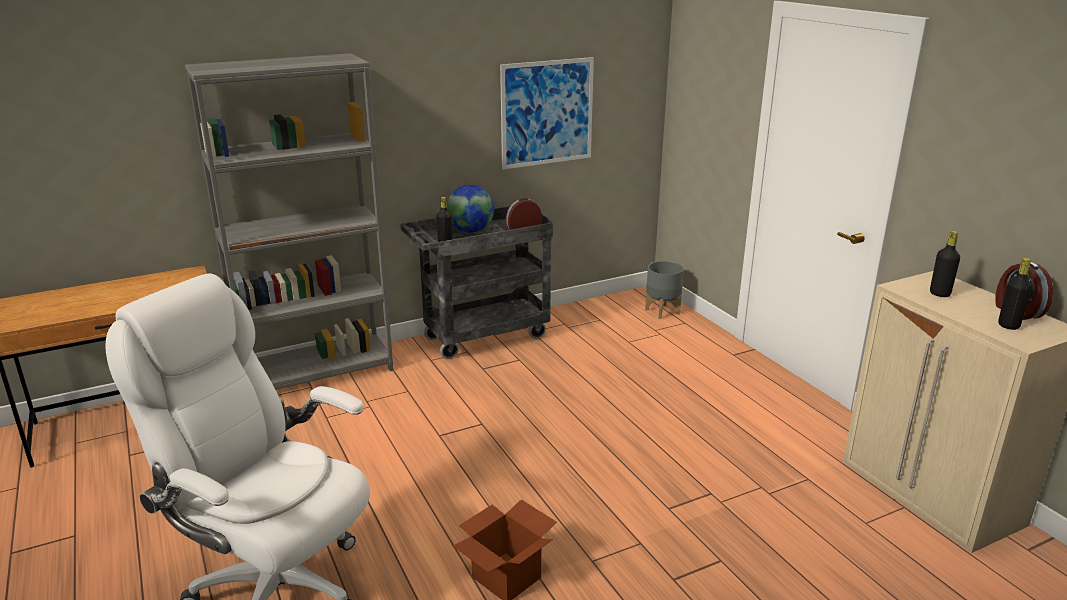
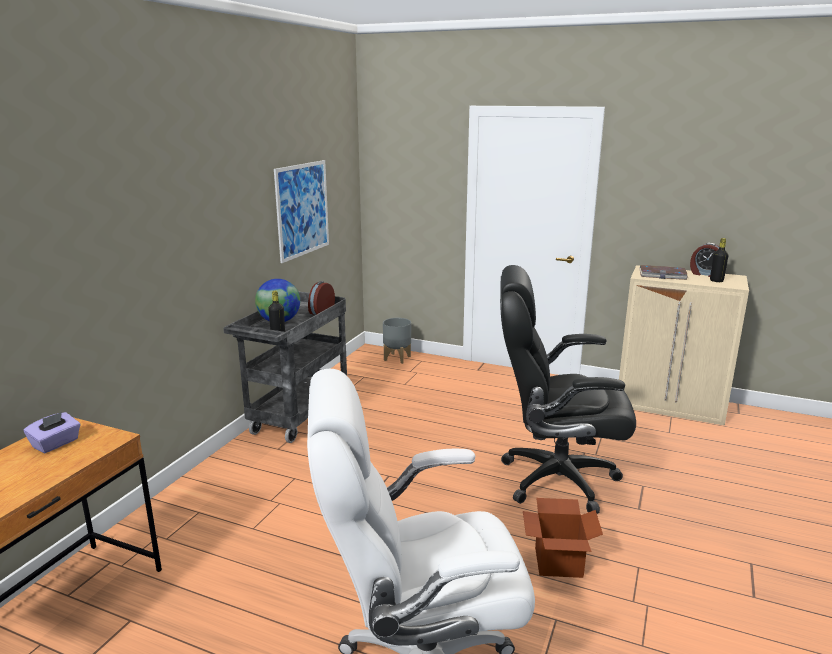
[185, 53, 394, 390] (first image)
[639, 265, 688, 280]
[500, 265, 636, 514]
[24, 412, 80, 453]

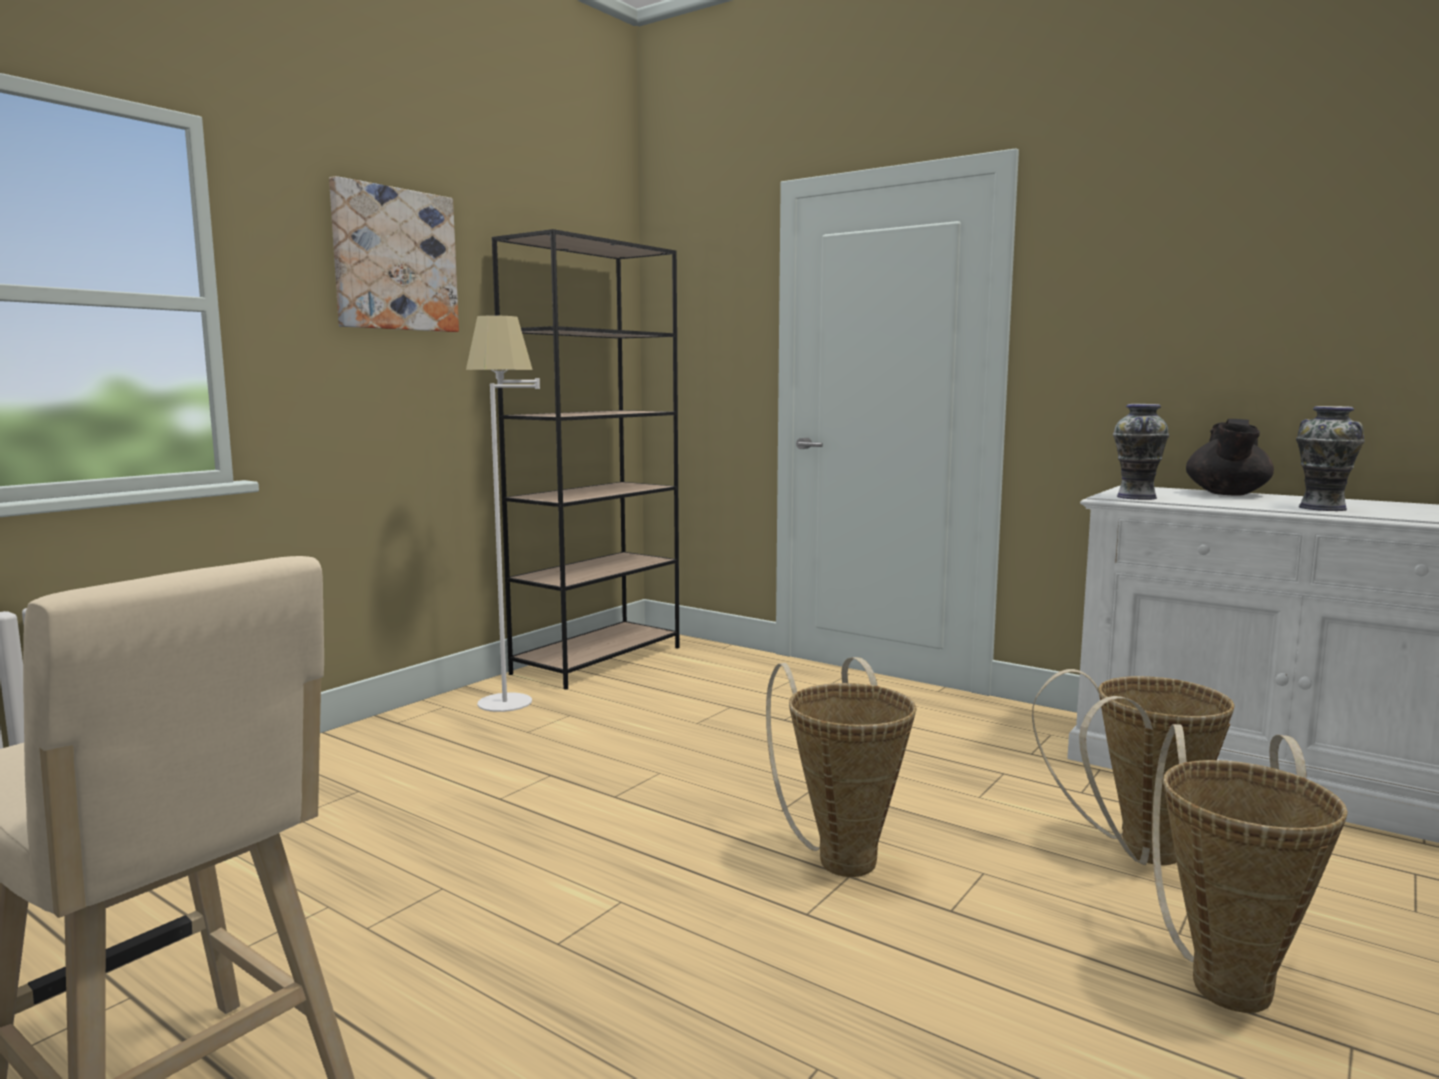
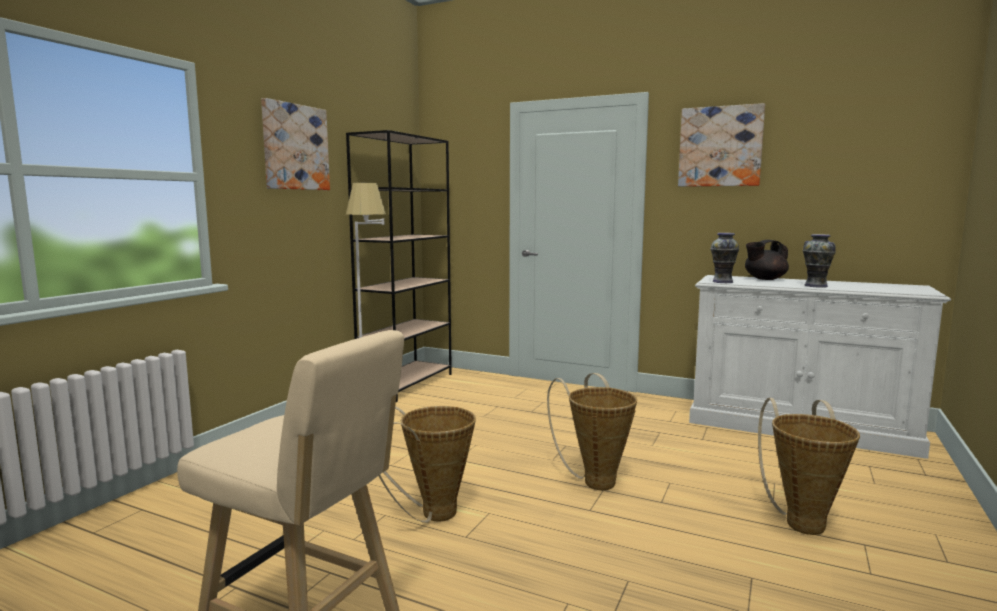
[745, 240, 789, 280]
[379, 406, 476, 523]
[678, 103, 765, 187]

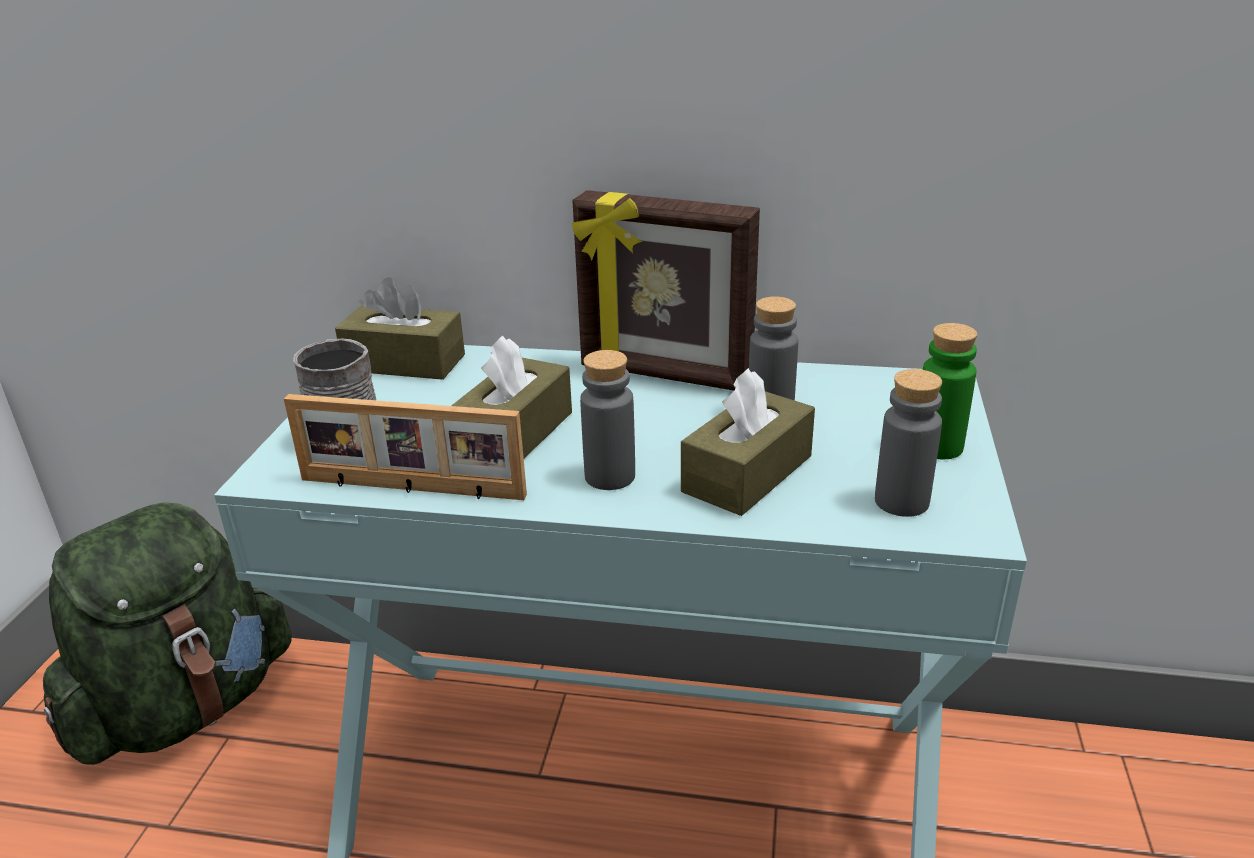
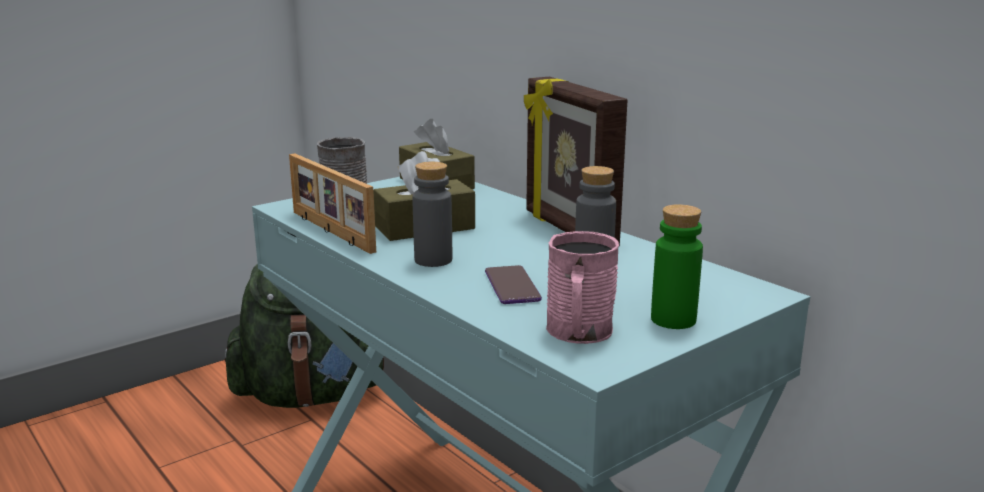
[485, 265, 542, 304]
[546, 231, 619, 344]

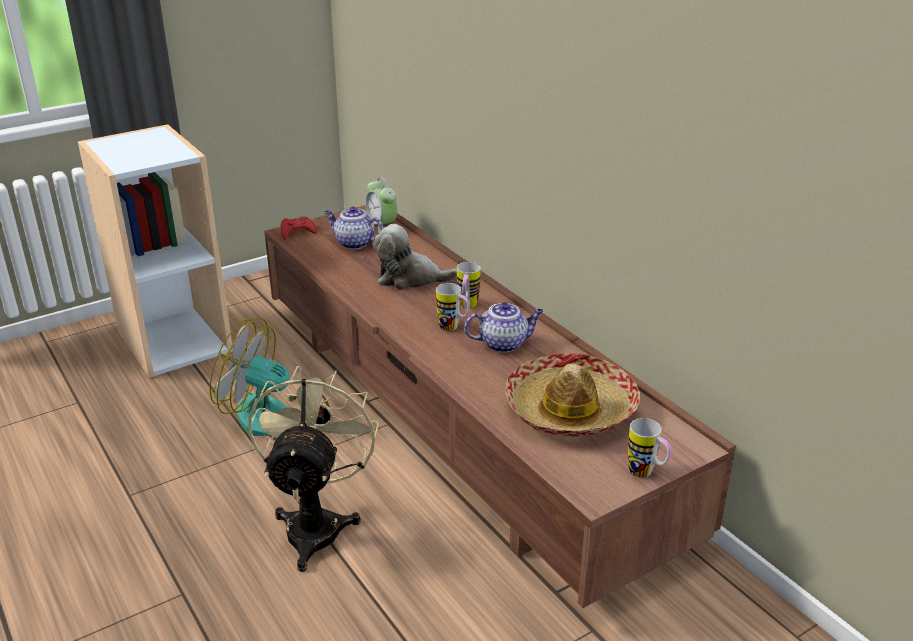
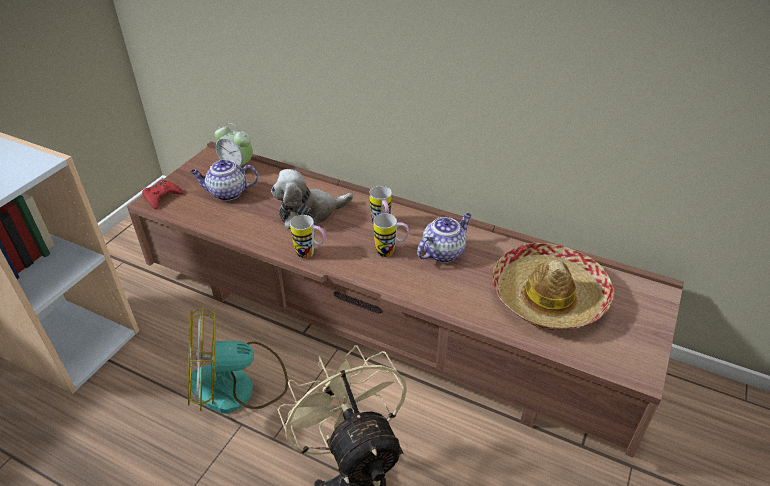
[290, 215, 325, 259]

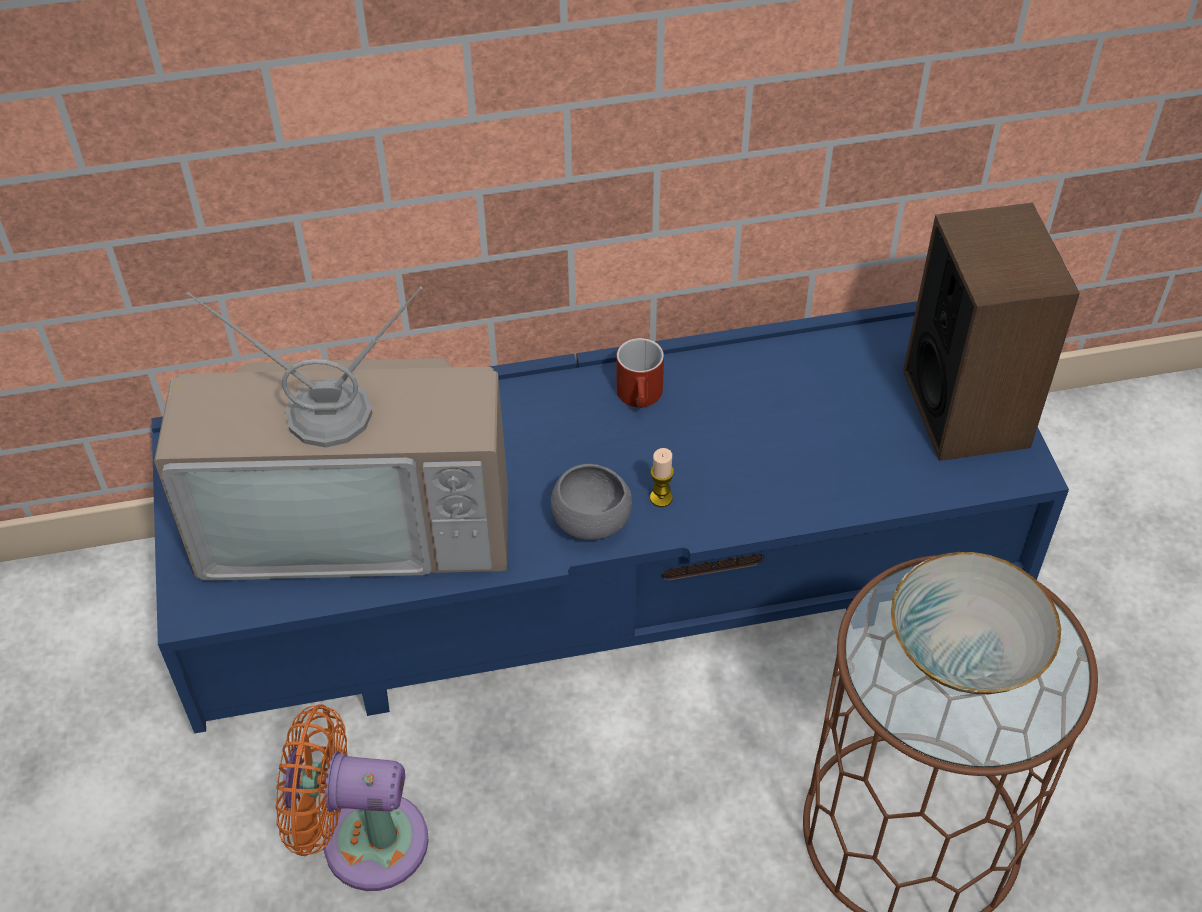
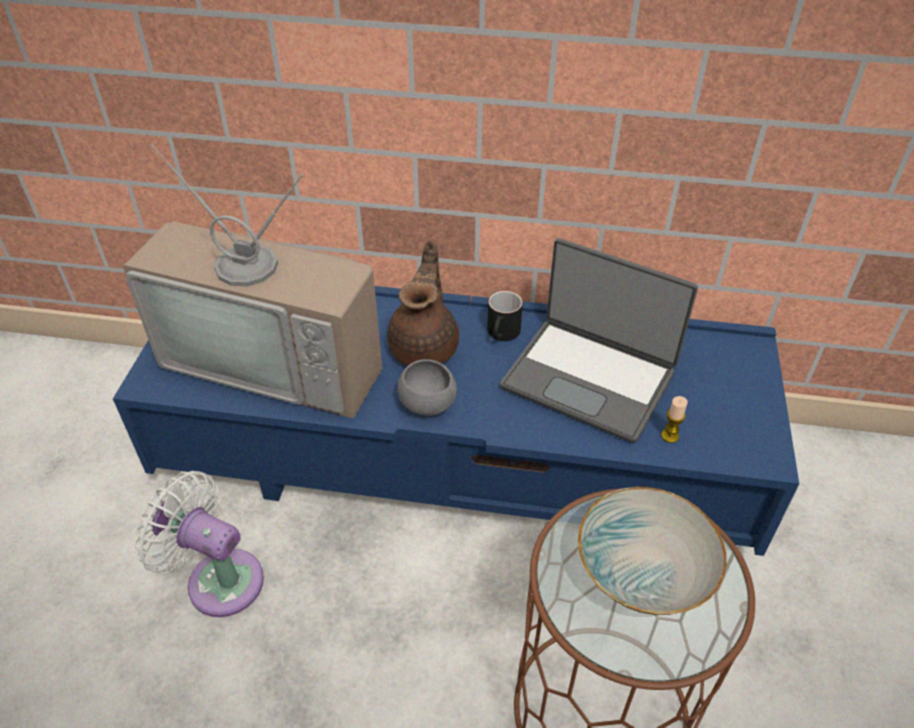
[903, 203, 1080, 461] (first image)
[487, 291, 523, 341]
[661, 396, 688, 443]
[135, 471, 264, 617]
[500, 238, 698, 443]
[387, 240, 459, 366]

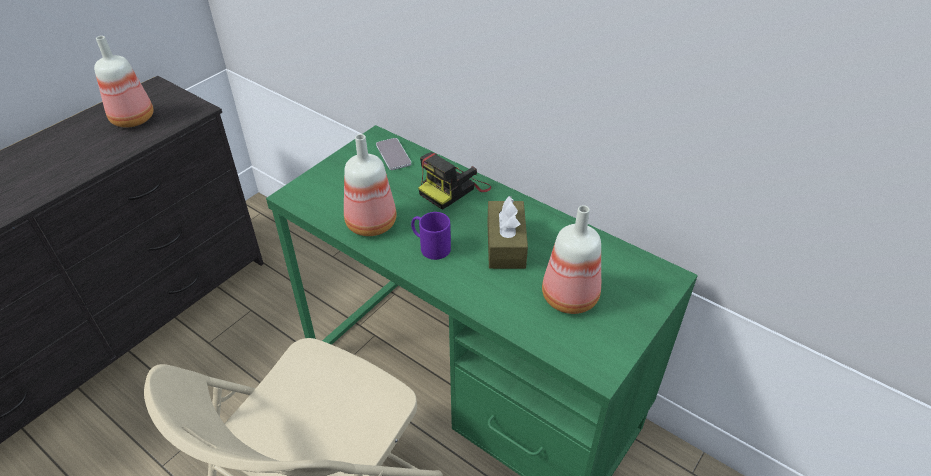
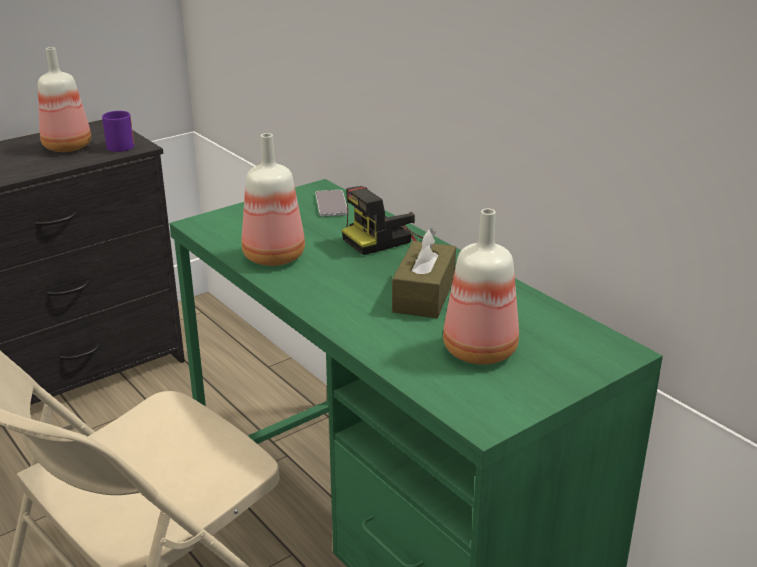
[102, 111, 134, 152]

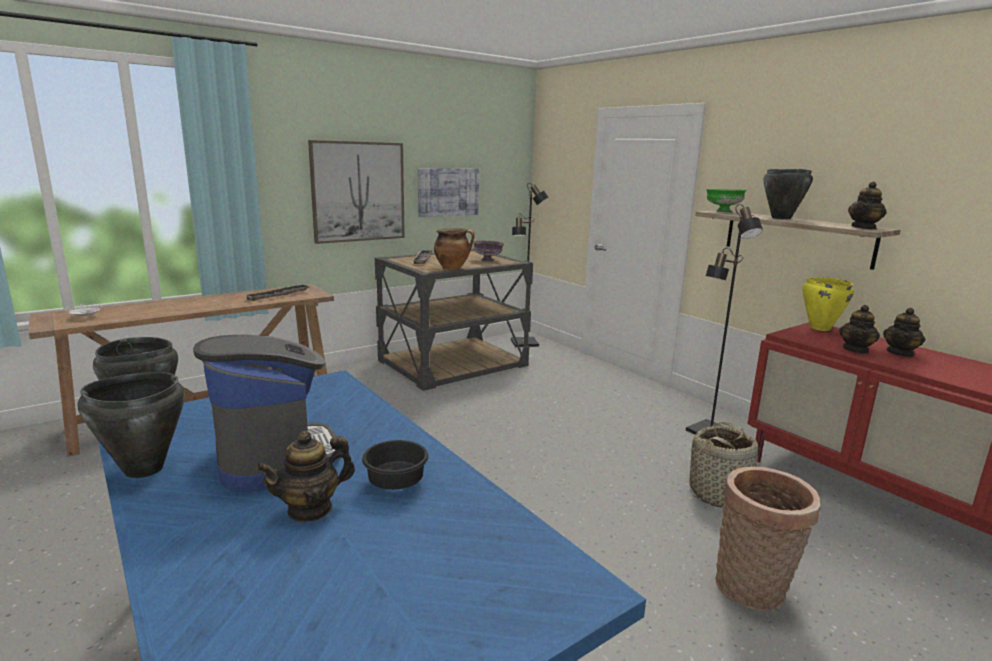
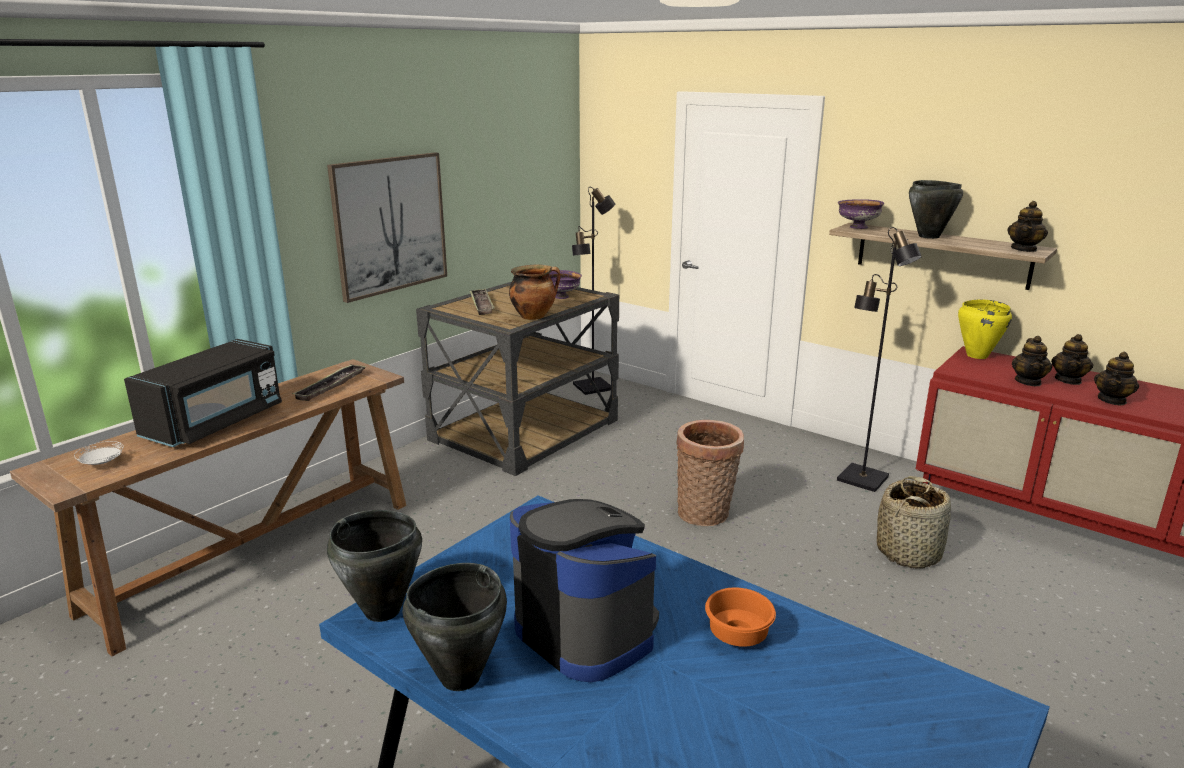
[418, 168, 479, 217] (first image)
[838, 199, 884, 229]
[1094, 352, 1139, 406]
[705, 588, 776, 647]
[677, 420, 744, 526]
[124, 339, 282, 447]

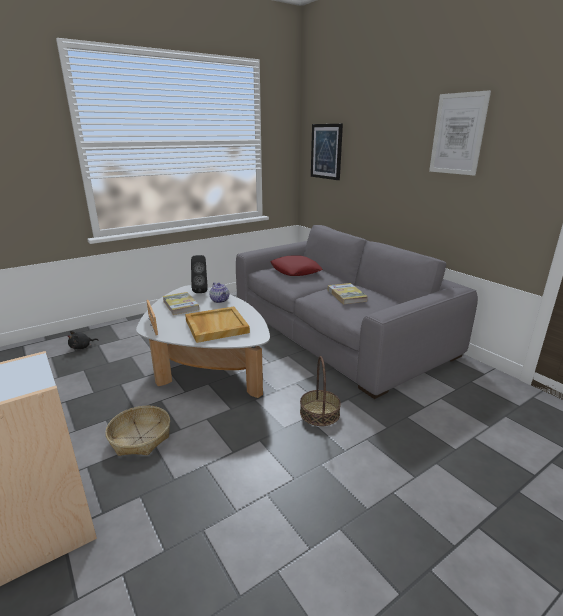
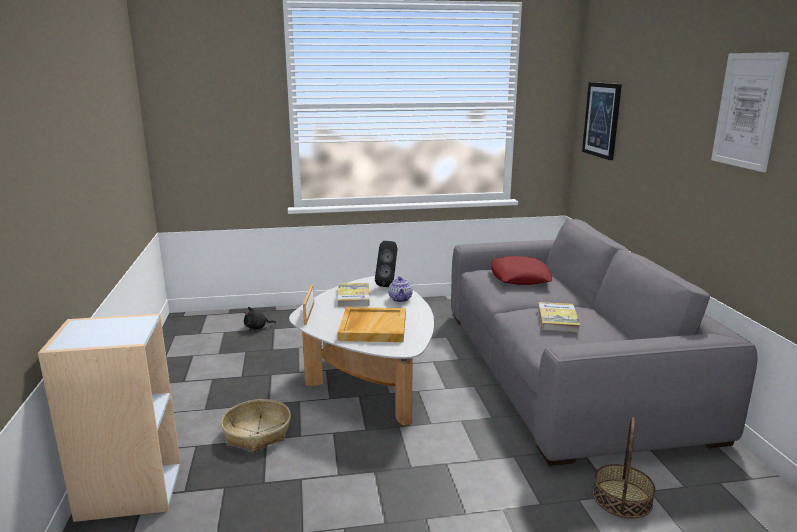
[593, 417, 656, 518]

